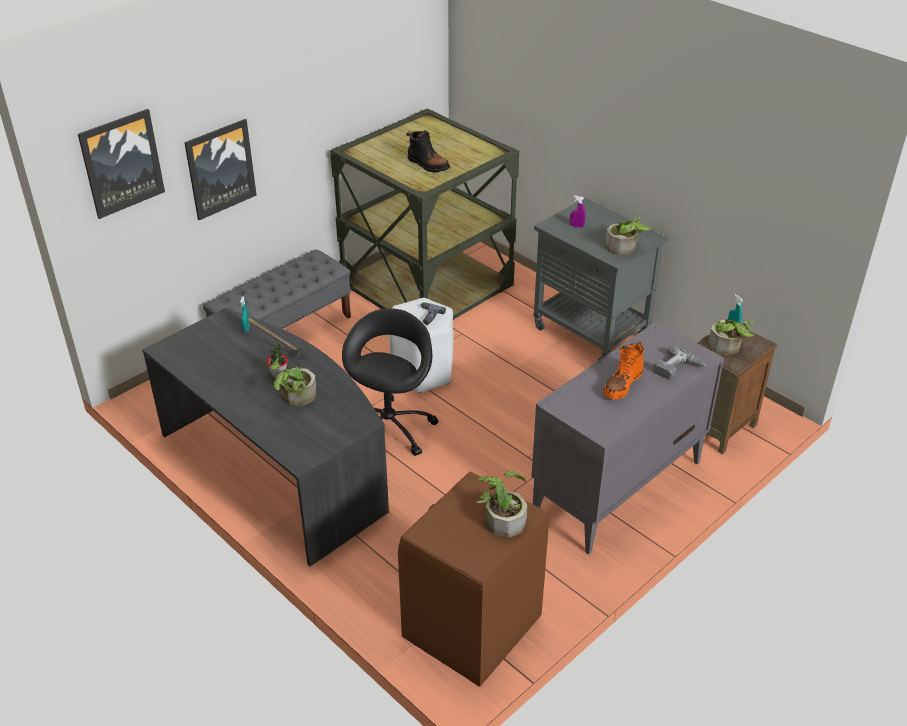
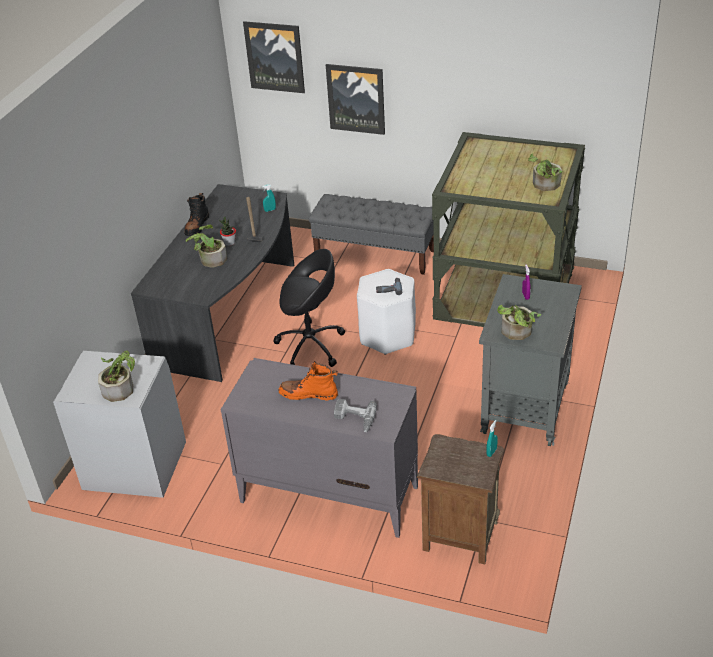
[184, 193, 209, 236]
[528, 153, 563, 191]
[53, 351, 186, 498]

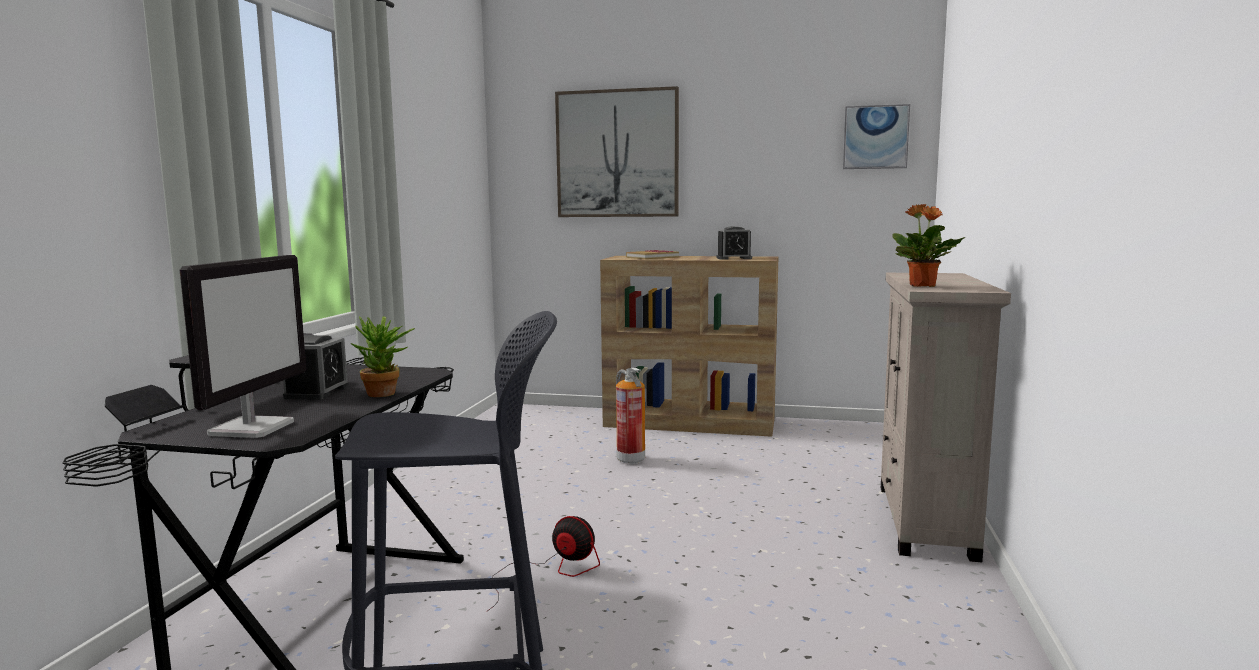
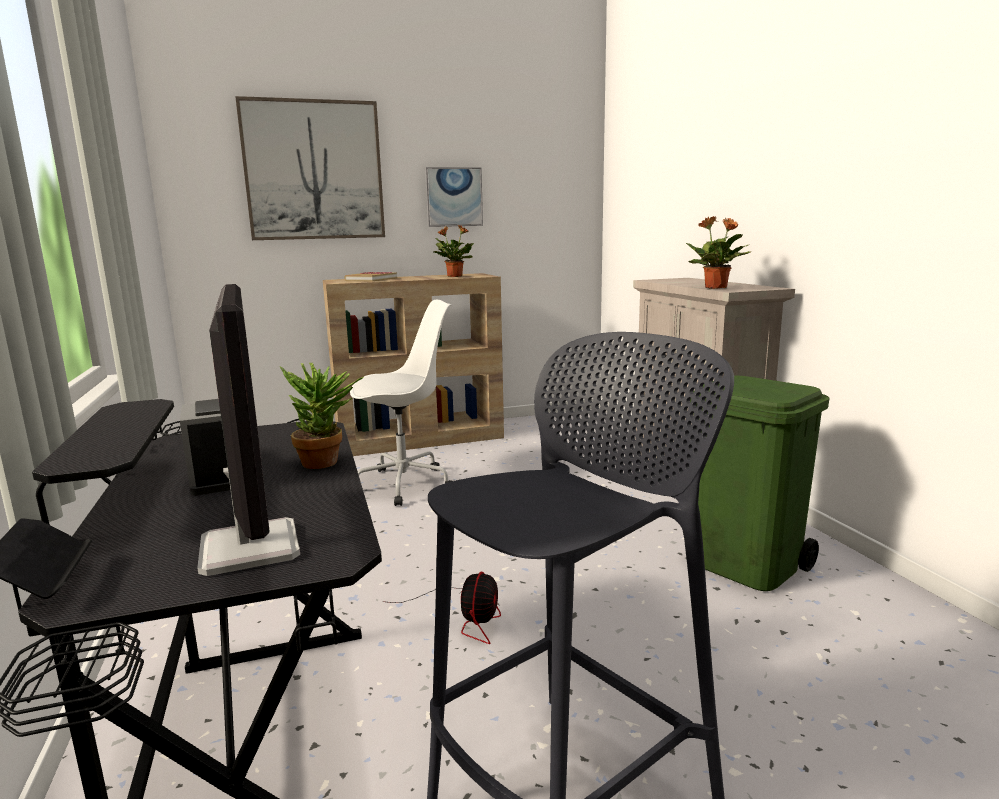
[425, 167, 483, 227]
[432, 225, 474, 277]
[350, 300, 452, 506]
[382, 572, 501, 644]
[690, 376, 829, 591]

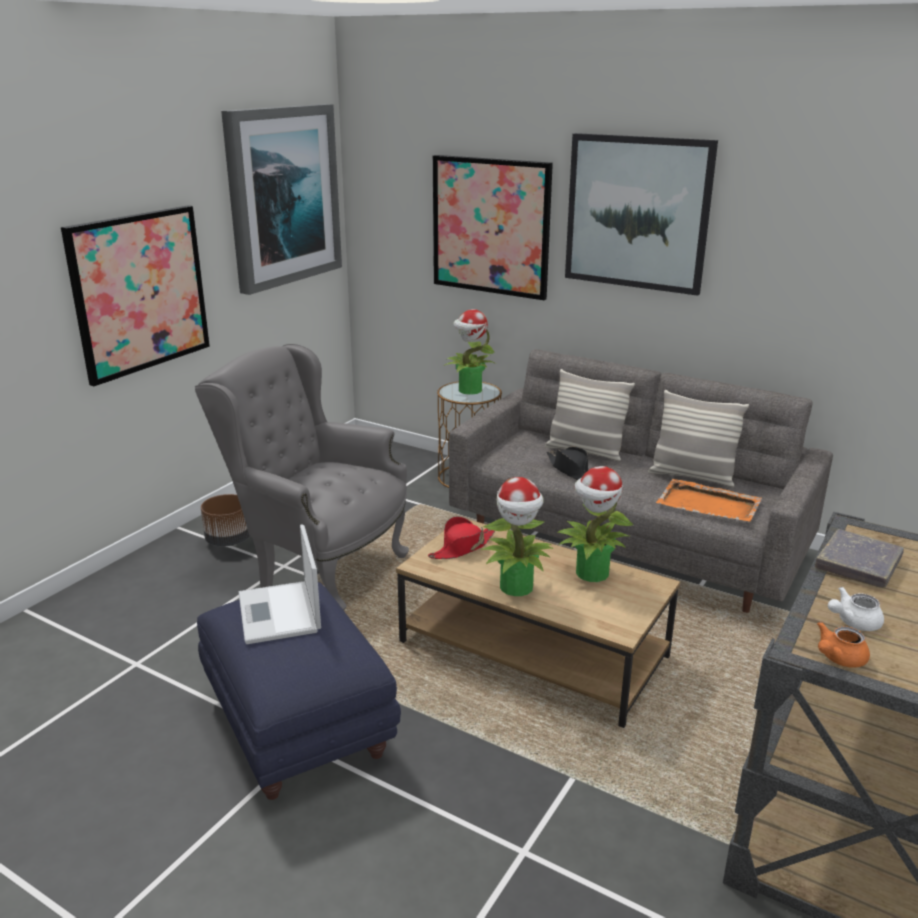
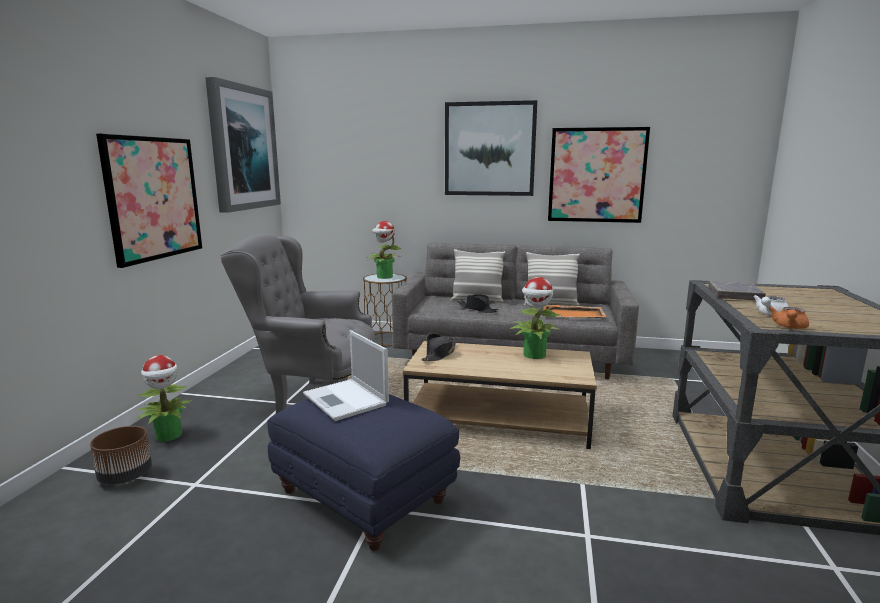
[548, 127, 650, 223]
[134, 355, 191, 442]
[90, 426, 152, 484]
[421, 333, 457, 361]

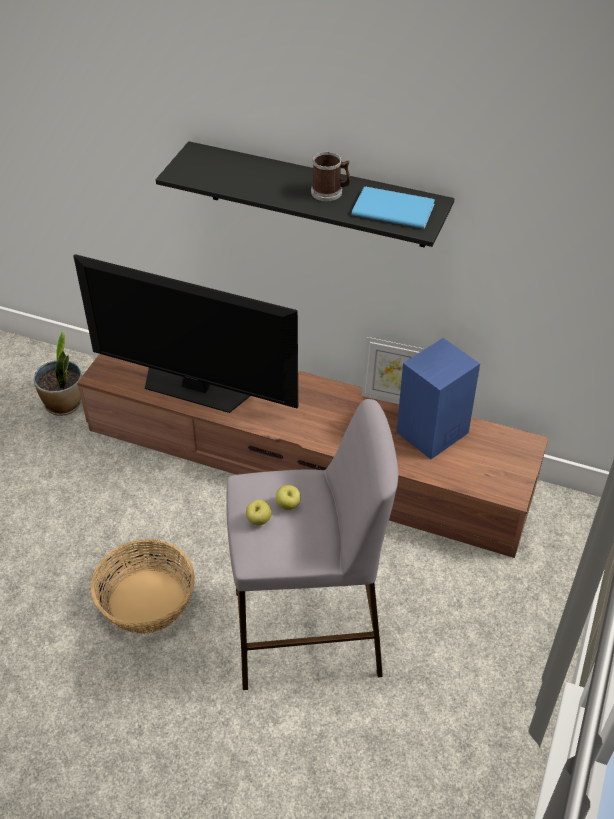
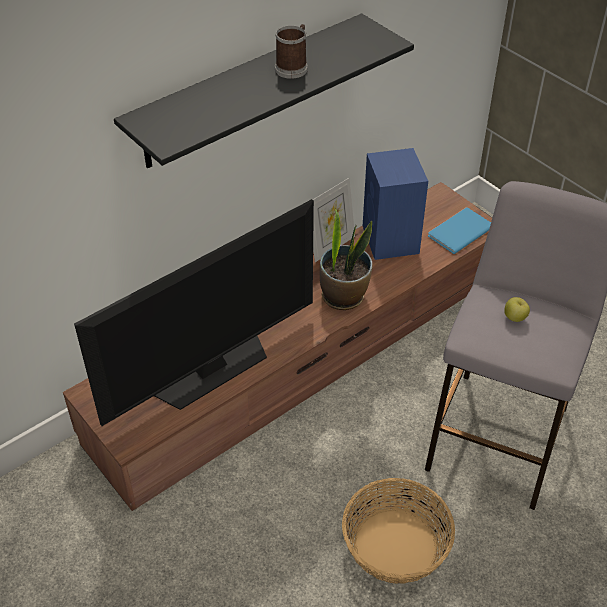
[428, 208, 491, 254]
[320, 209, 373, 310]
[246, 500, 271, 525] (first image)

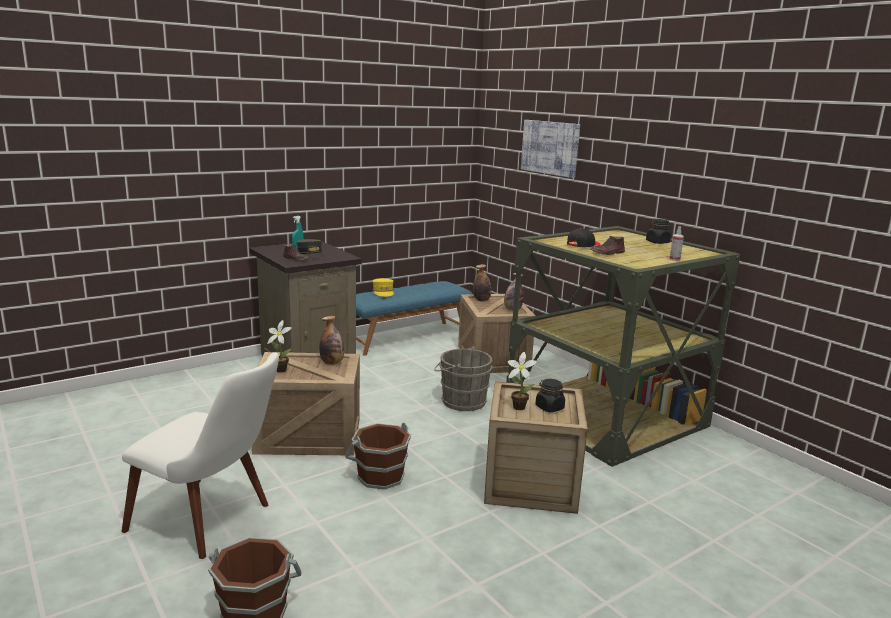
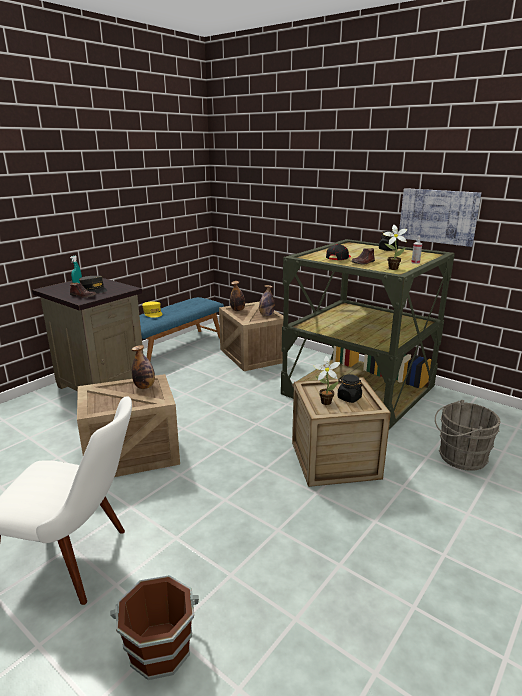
[399, 188, 481, 247]
[383, 225, 408, 270]
[435, 400, 501, 471]
[345, 423, 411, 490] (first image)

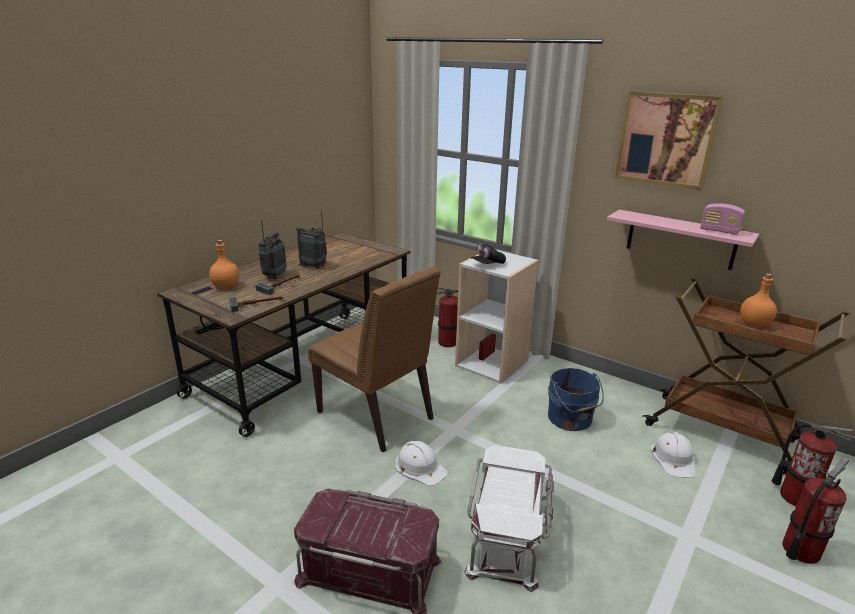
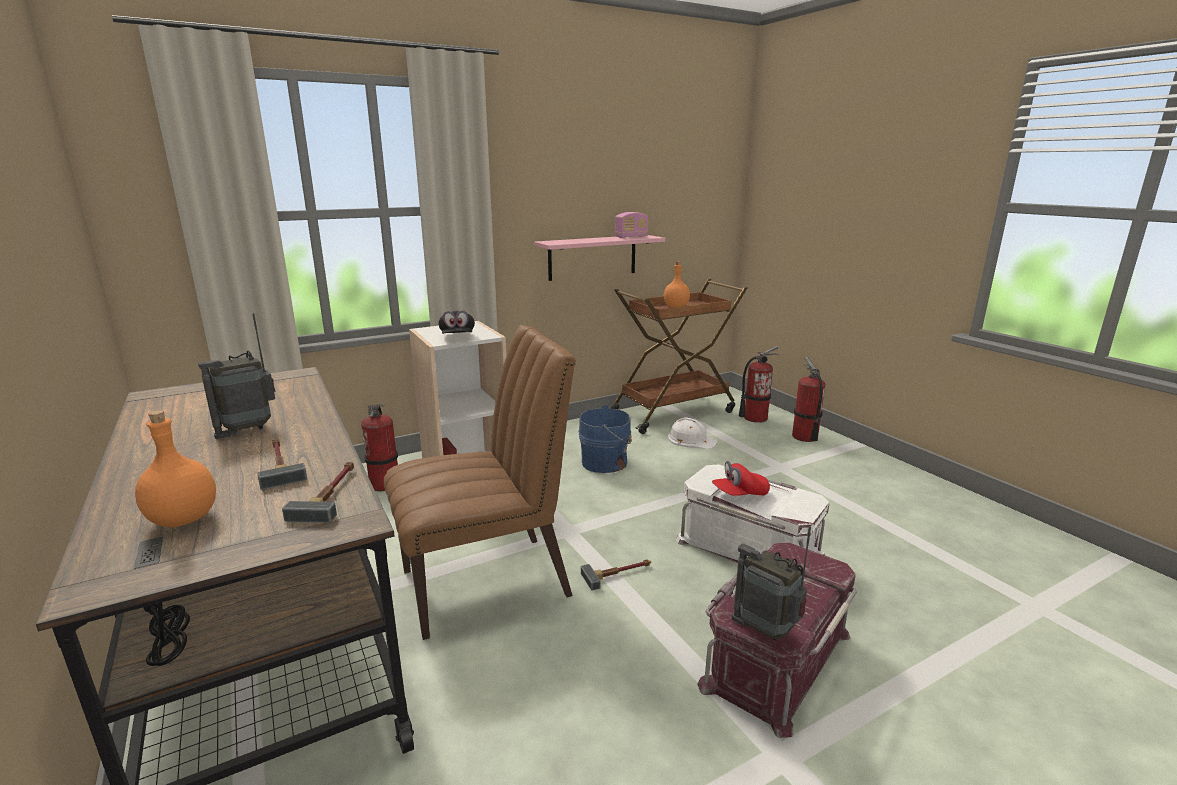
[615, 91, 724, 191] (first image)
[731, 526, 811, 641]
[581, 559, 651, 591]
[712, 461, 770, 496]

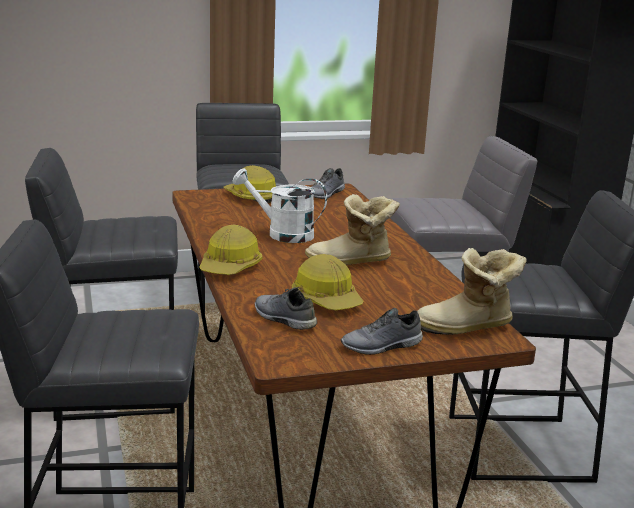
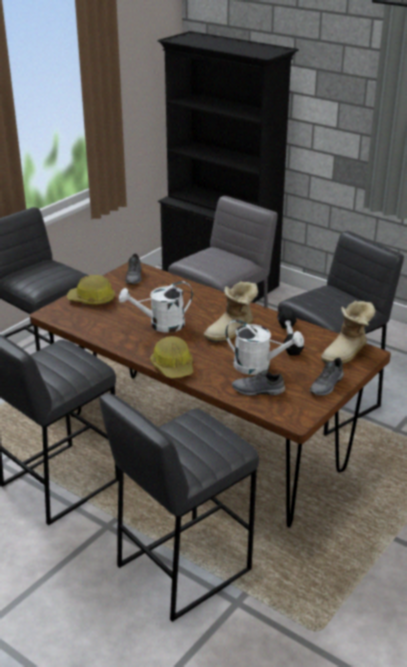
[225, 320, 304, 375]
[277, 308, 304, 356]

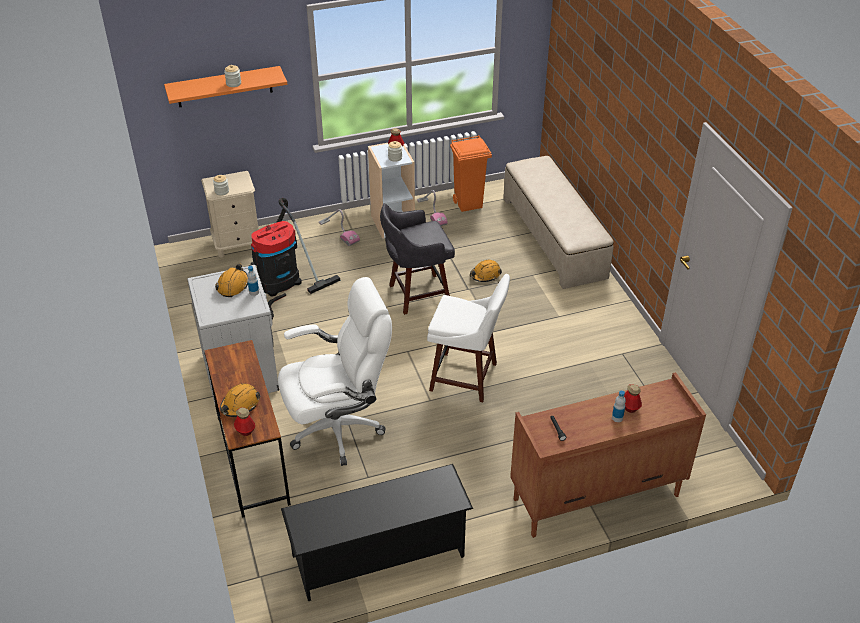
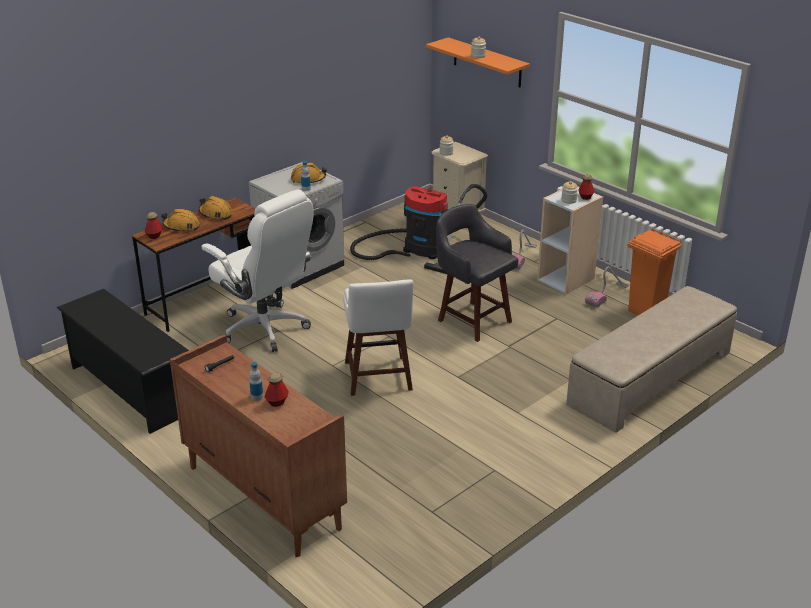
[199, 196, 233, 220]

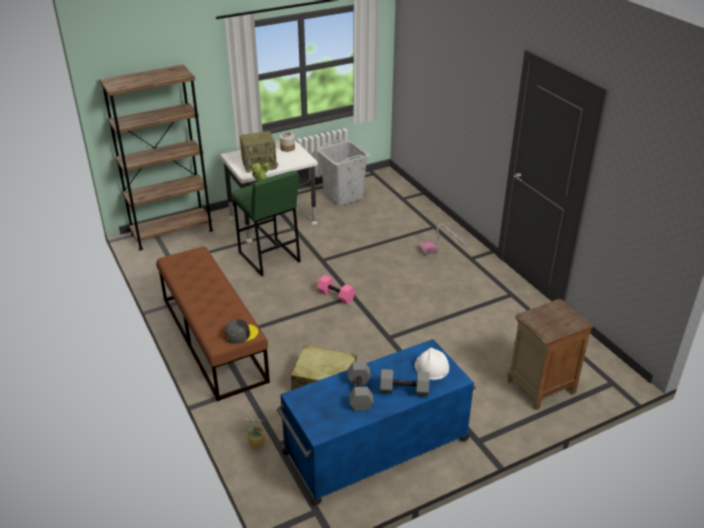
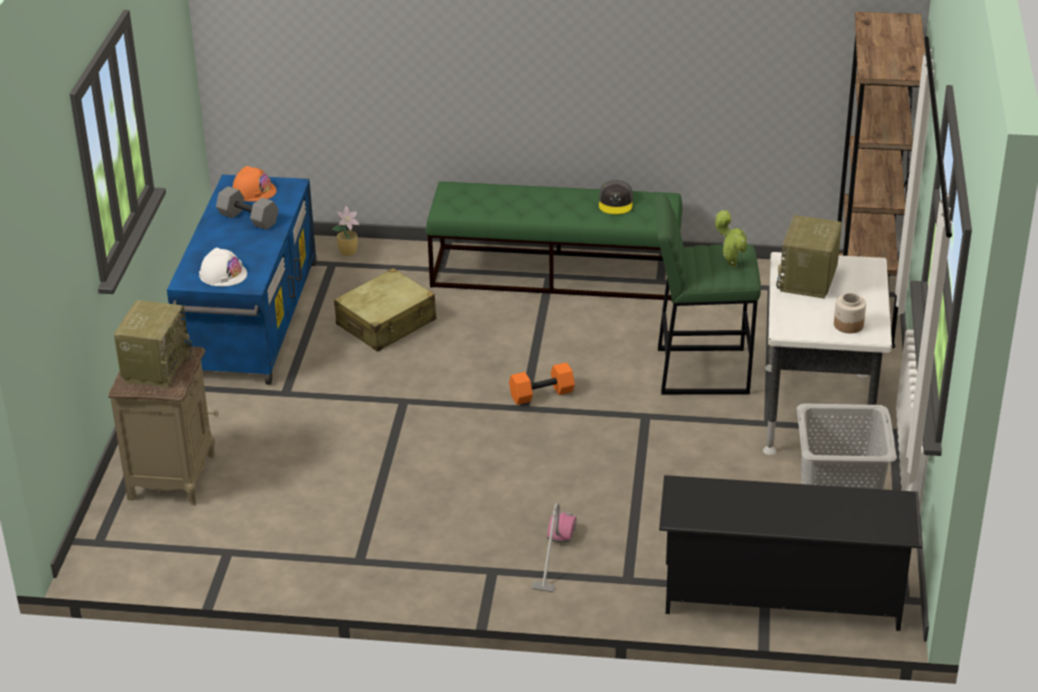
[426, 181, 683, 301]
[509, 362, 575, 405]
[599, 180, 633, 215]
[380, 369, 429, 396] (first image)
[233, 166, 277, 202]
[114, 300, 192, 387]
[659, 475, 922, 631]

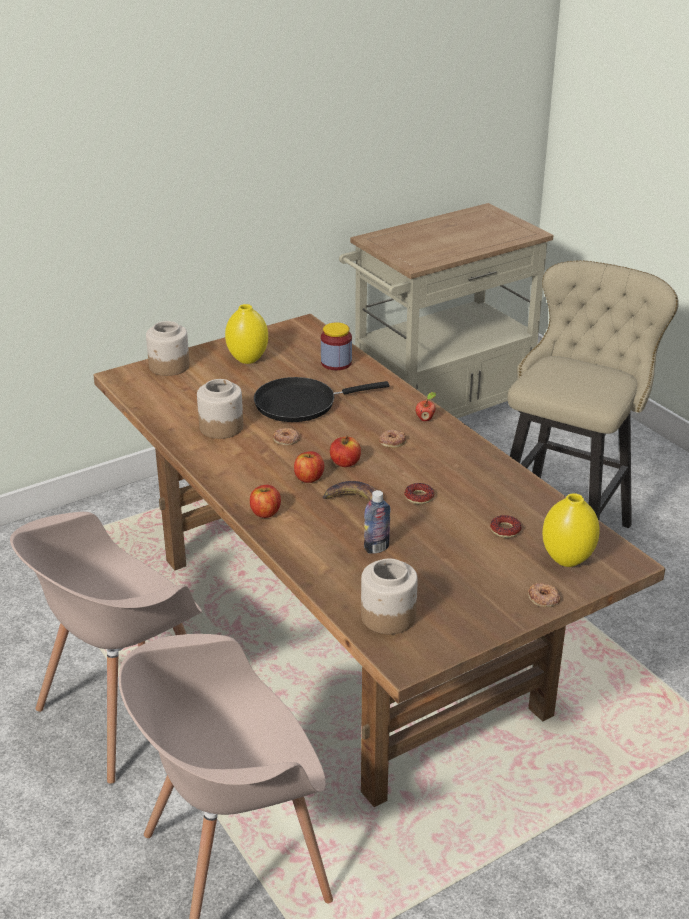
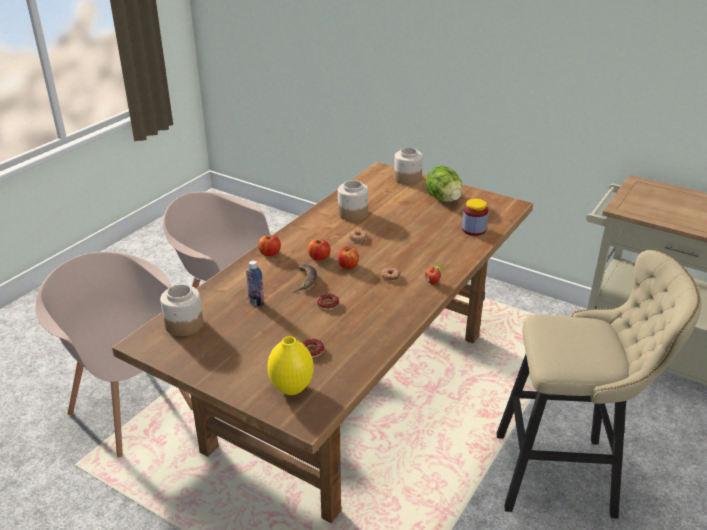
[425, 166, 462, 202]
[254, 377, 389, 422] (first image)
[528, 582, 561, 607] (first image)

